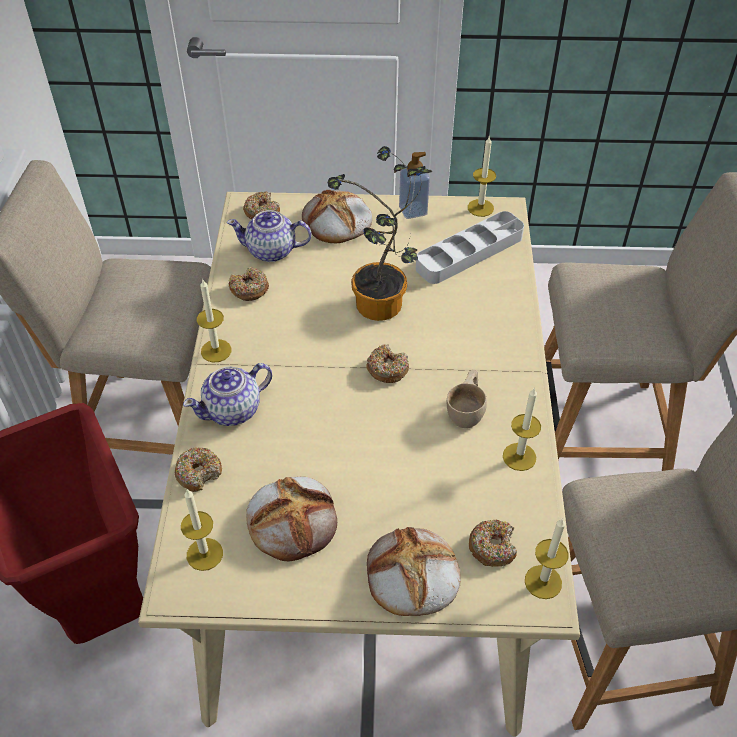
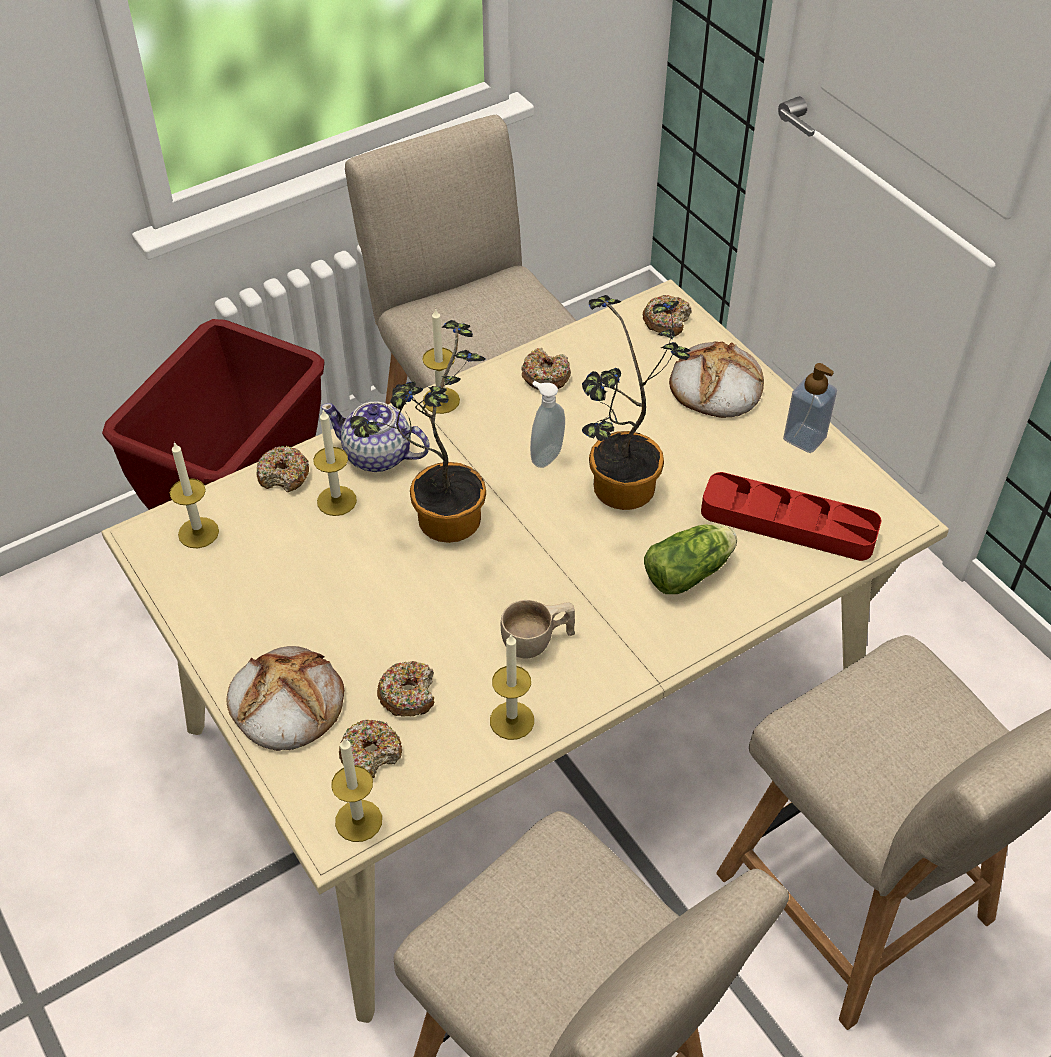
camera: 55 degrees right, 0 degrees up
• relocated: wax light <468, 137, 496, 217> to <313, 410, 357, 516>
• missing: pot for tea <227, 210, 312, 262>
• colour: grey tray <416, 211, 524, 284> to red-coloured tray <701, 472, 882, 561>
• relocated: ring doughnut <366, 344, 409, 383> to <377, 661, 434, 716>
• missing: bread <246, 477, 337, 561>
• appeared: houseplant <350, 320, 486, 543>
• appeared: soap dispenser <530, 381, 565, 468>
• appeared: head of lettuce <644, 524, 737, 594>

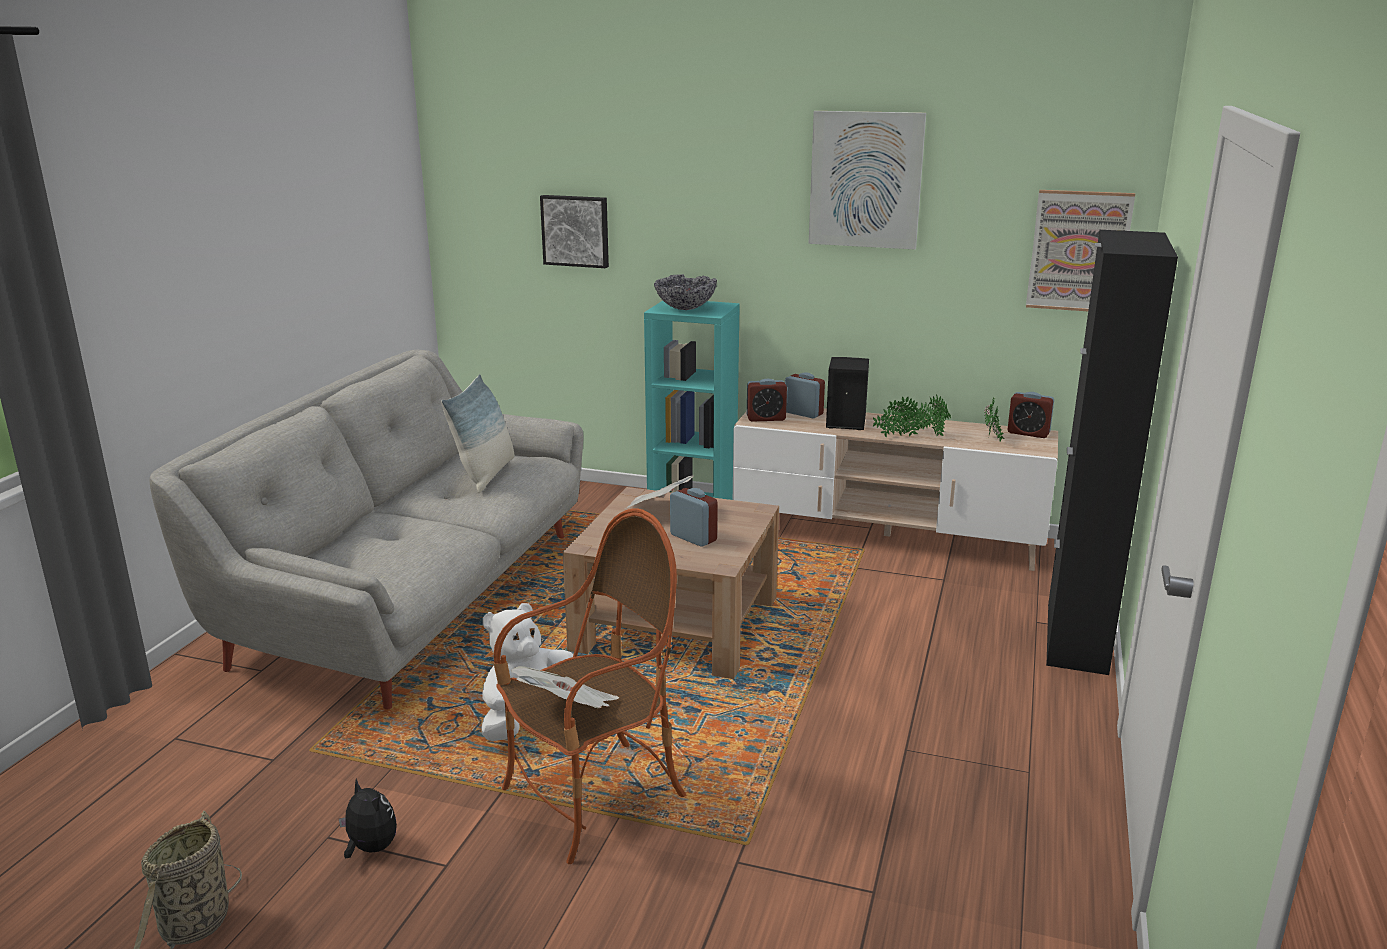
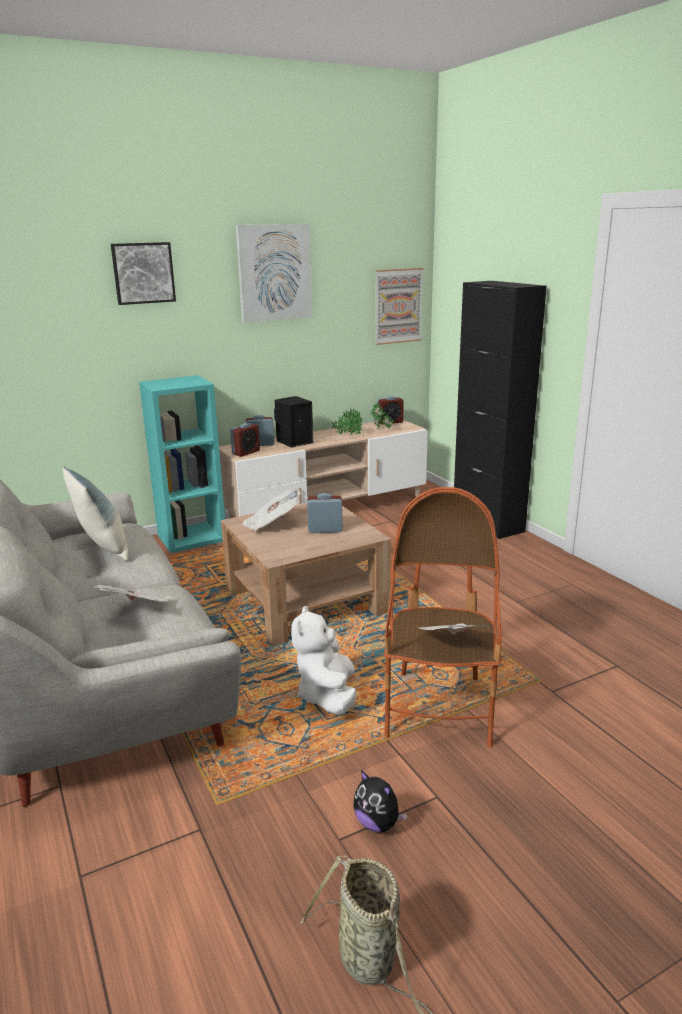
camera: 45 degrees left, 0 degrees up
• relocated: picture <540, 195, 609, 268> to <111, 242, 176, 305>
• missing: deep dish <654, 274, 717, 310>
• missing: houseplant <873, 397, 922, 438>
• spun: soft toy <339, 779, 397, 858> = <353, 770, 407, 833> 135 degrees counterclockwise
• appeared: newspaper <93, 585, 172, 602>

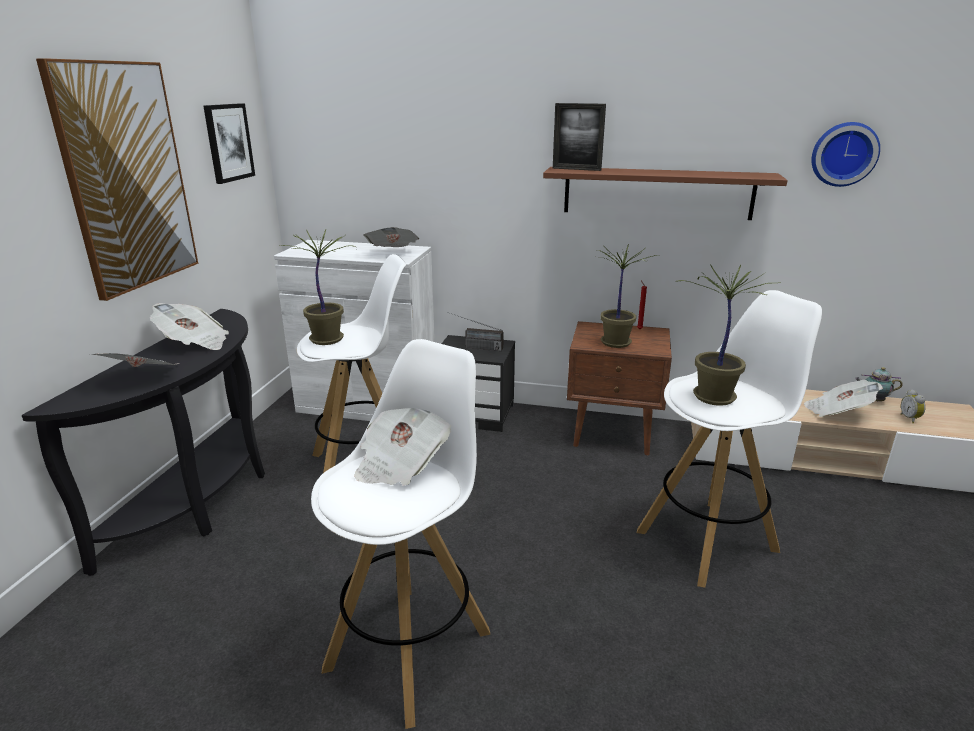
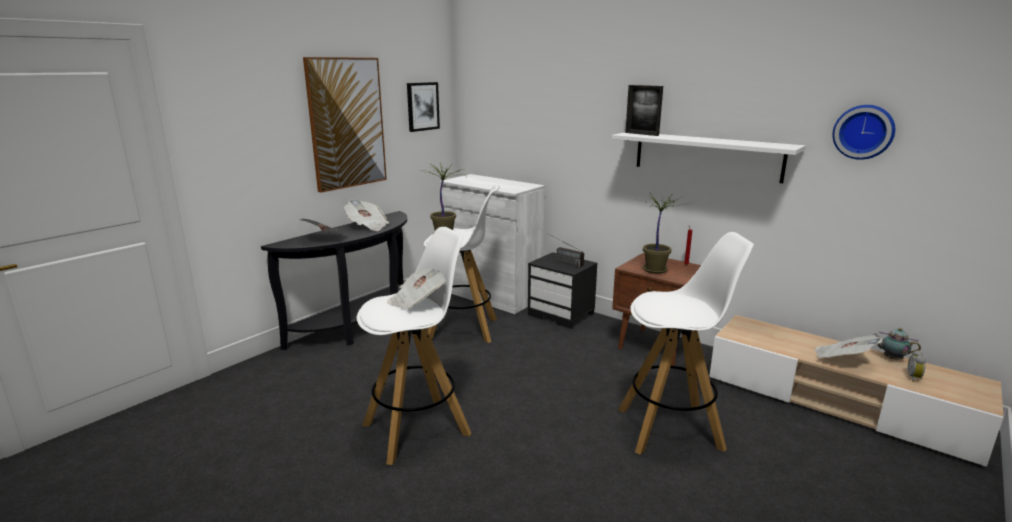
camera: 25 degrees right, 5 degrees down
• colour: brown-coloured shelf <543, 167, 788, 220> to whitish shelf <612, 132, 806, 183>
• missing: newspaper <363, 227, 419, 247>
• missing: houseplant <679, 264, 781, 406>

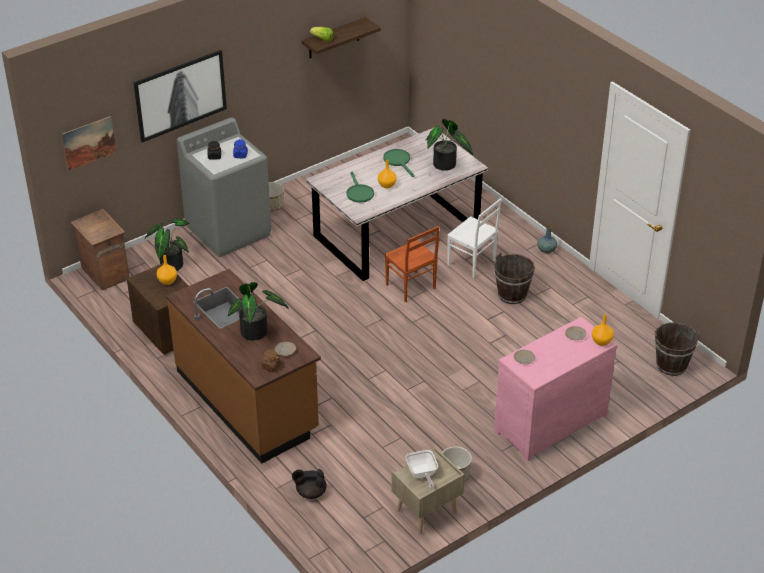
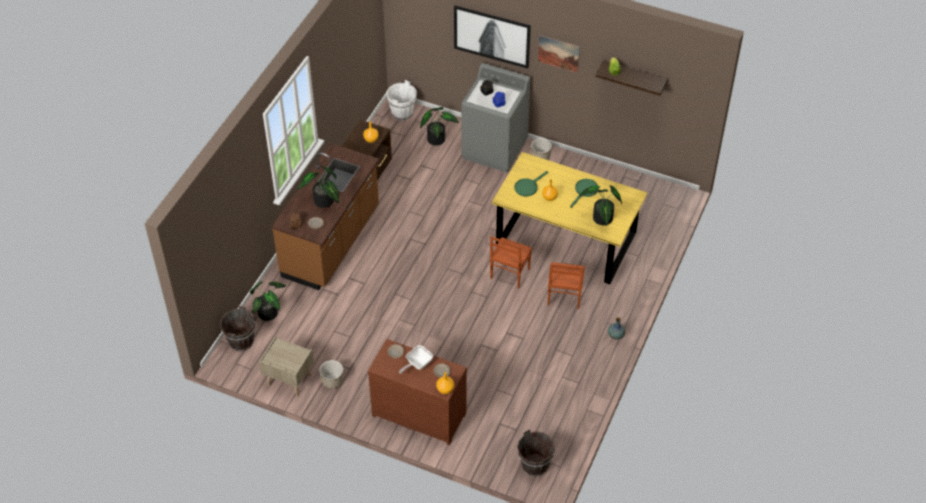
camera: 60 degrees right, 10 degrees up
• relocated: picture <62, 116, 116, 171> to <538, 35, 580, 73>
• colour: grey dining table <306, 127, 488, 281> to yellow dining table <492, 152, 647, 284>
• colour: whitish plain chair <447, 198, 501, 278> to brown-coloured plain chair <548, 262, 585, 309>
• exchanged: packing crate <71, 209, 130, 290> to whitish water bucket <386, 80, 417, 121>
• relocated: brown-coloured water bucket <494, 253, 535, 304> to <220, 306, 256, 352>
• colour: pink-coloured chest of drawers <494, 317, 617, 461> to brown-coloured chest of drawers <368, 339, 467, 445>
• relocated: pan <405, 450, 438, 489> to <399, 345, 433, 374>
• exchanged: black pot for tea <292, 469, 327, 499> to houseplant <250, 281, 286, 321>

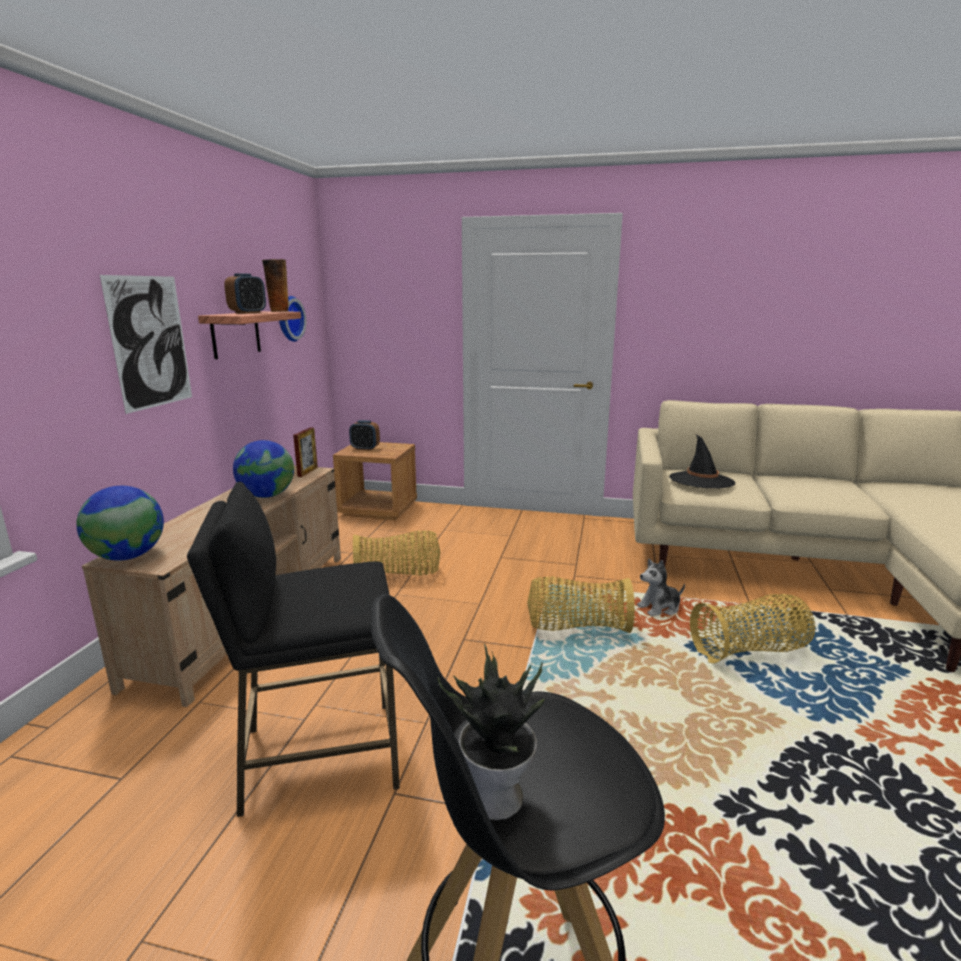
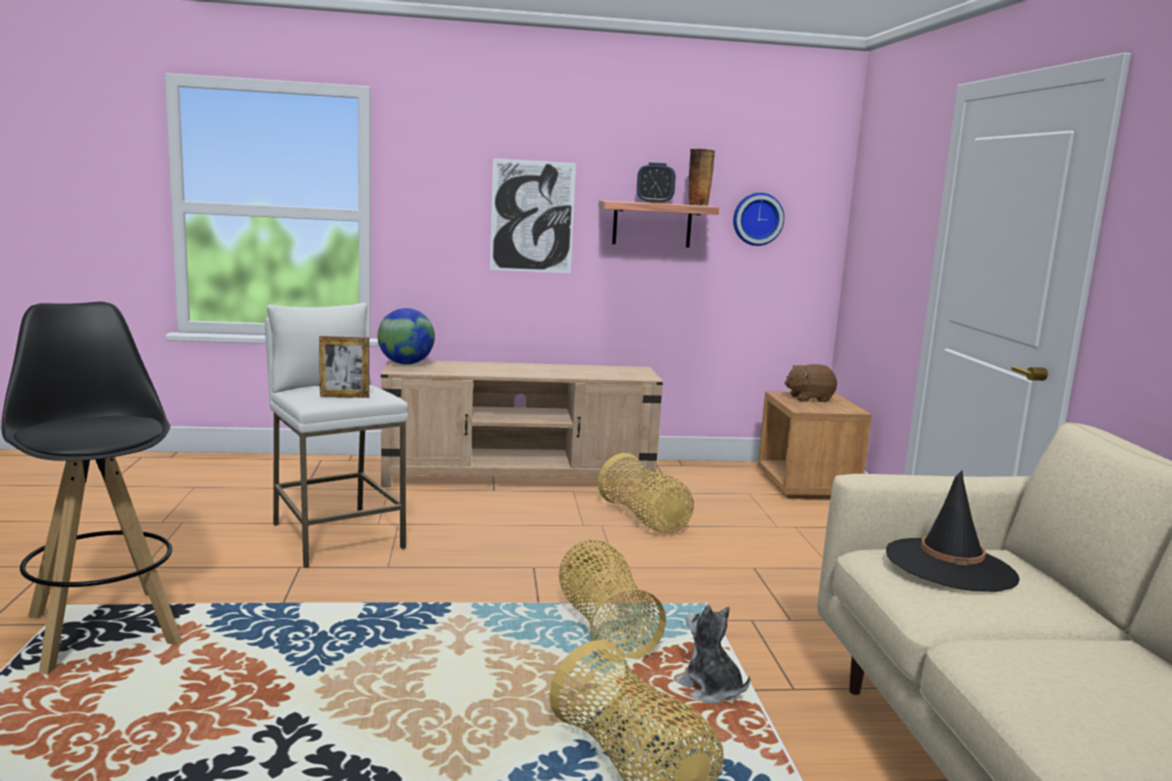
camera: 70 degrees right, 5 degrees down
• exchanged: alarm clock <349, 420, 380, 451> to brown-coloured soft toy <784, 364, 837, 402>
• relocated: picture frame <293, 427, 318, 477> to <319, 336, 369, 398>
• missing: globe <233, 440, 294, 498>
• colour: black sitting stool <187, 482, 400, 817> to whitish sitting stool <265, 303, 408, 568>
• missing: houseplant <438, 643, 545, 820>

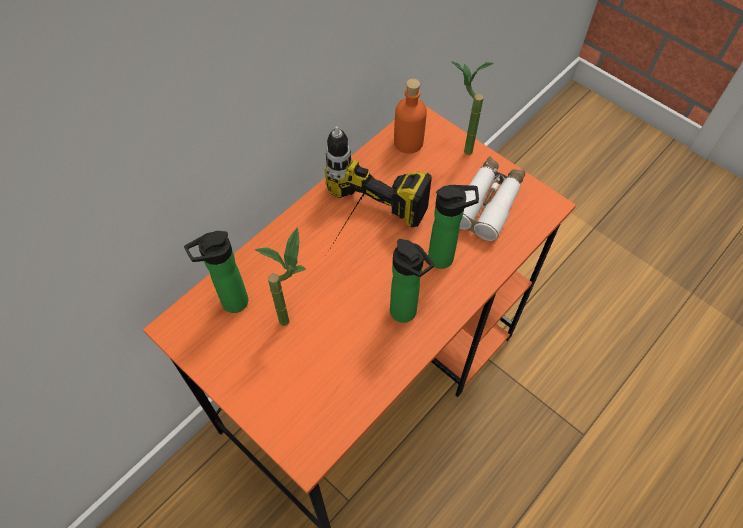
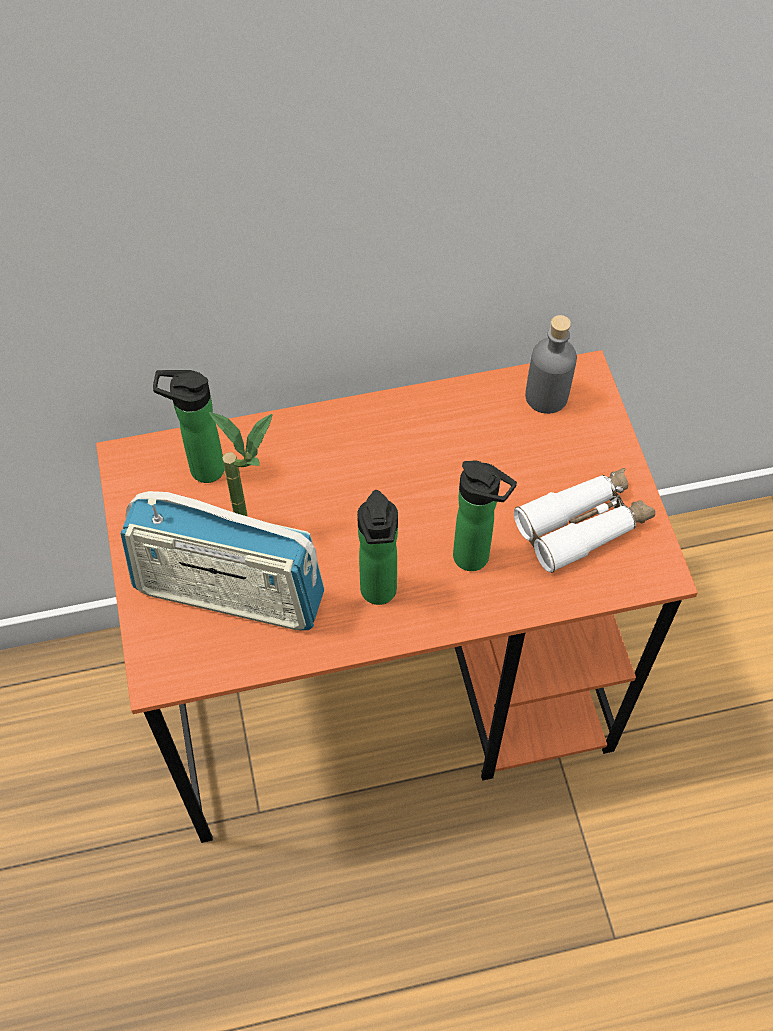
camera: 35 degrees right, 0 degrees up
• missing: houseplant <451, 61, 494, 155>
• colour: orange drink bottle <394, 79, 427, 154> to grey drink bottle <525, 315, 577, 414>
• missing: power drill <324, 126, 432, 250>
• appeared: radio set <121, 491, 324, 630>

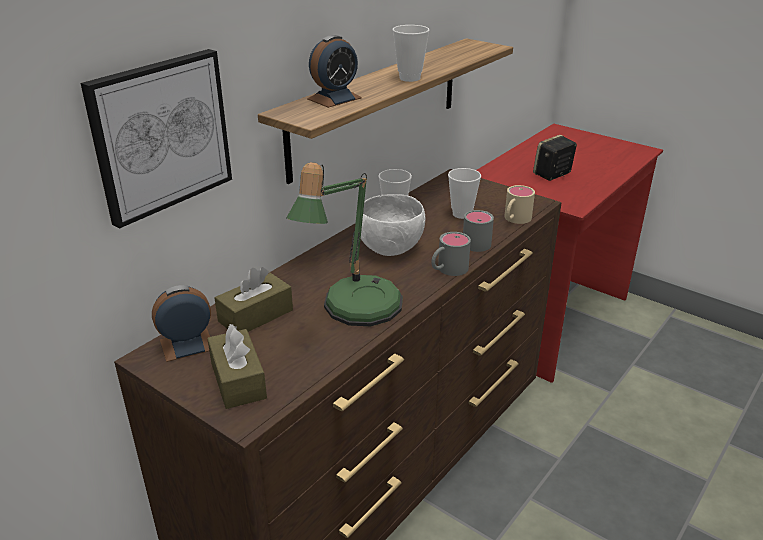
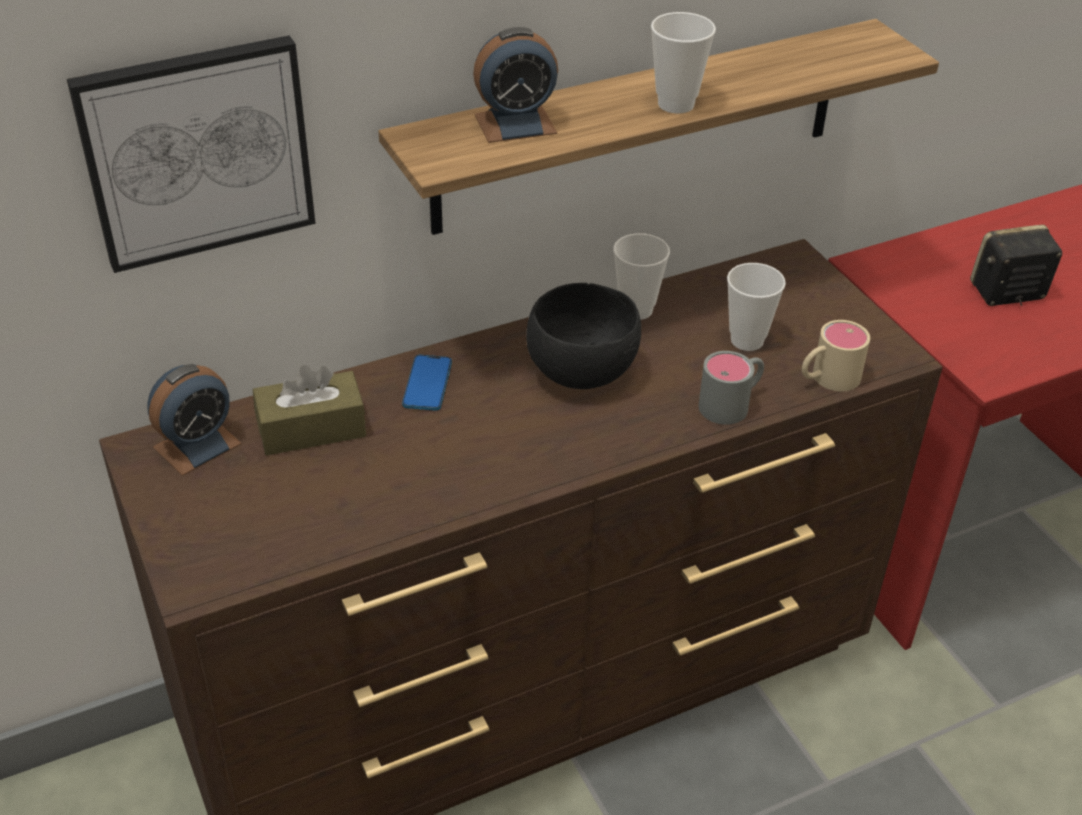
camera: 25 degrees right, 10 degrees up
• missing: tabletop lamp <286, 162, 403, 326>
• colour: whitish deep dish <361, 194, 425, 256> to black deep dish <526, 283, 641, 389>
• missing: grey mug <431, 232, 471, 276>
• spun: alarm clock <152, 285, 211, 362> = <147, 364, 242, 476> 135 degrees clockwise
• missing: brown-coloured box of tissues <207, 324, 267, 409>
• appeared: telephone <402, 355, 452, 411>

